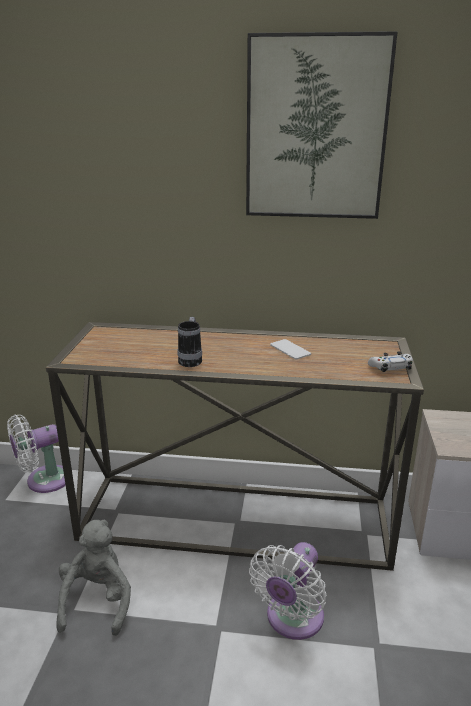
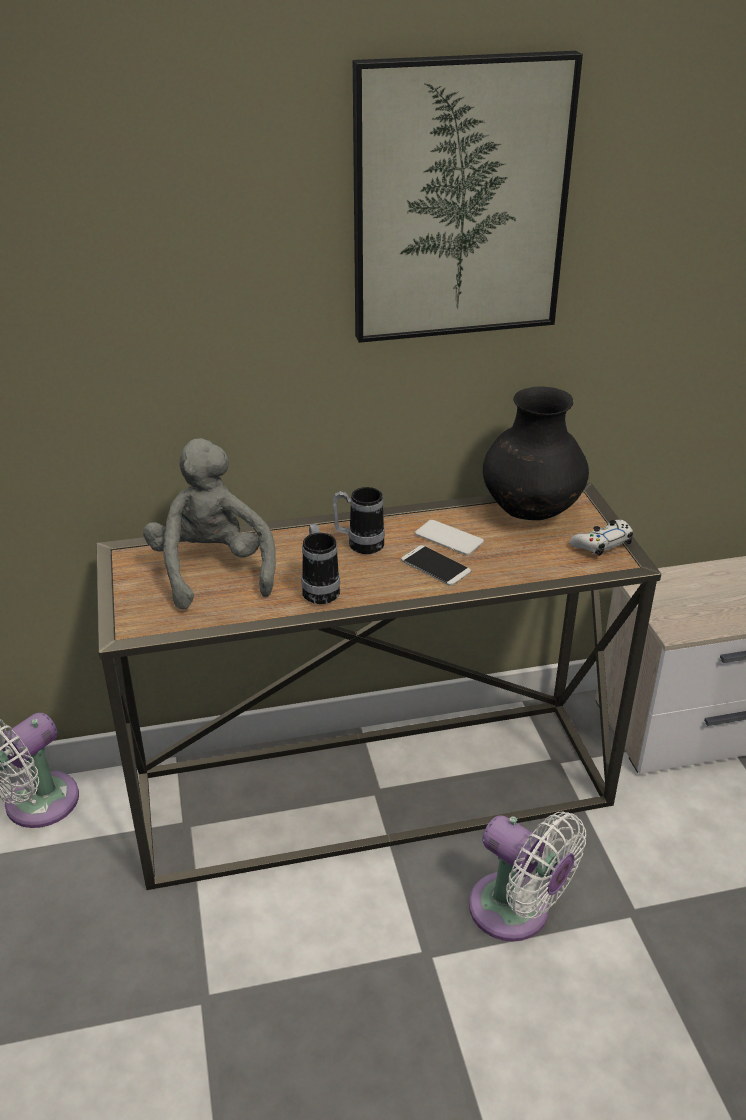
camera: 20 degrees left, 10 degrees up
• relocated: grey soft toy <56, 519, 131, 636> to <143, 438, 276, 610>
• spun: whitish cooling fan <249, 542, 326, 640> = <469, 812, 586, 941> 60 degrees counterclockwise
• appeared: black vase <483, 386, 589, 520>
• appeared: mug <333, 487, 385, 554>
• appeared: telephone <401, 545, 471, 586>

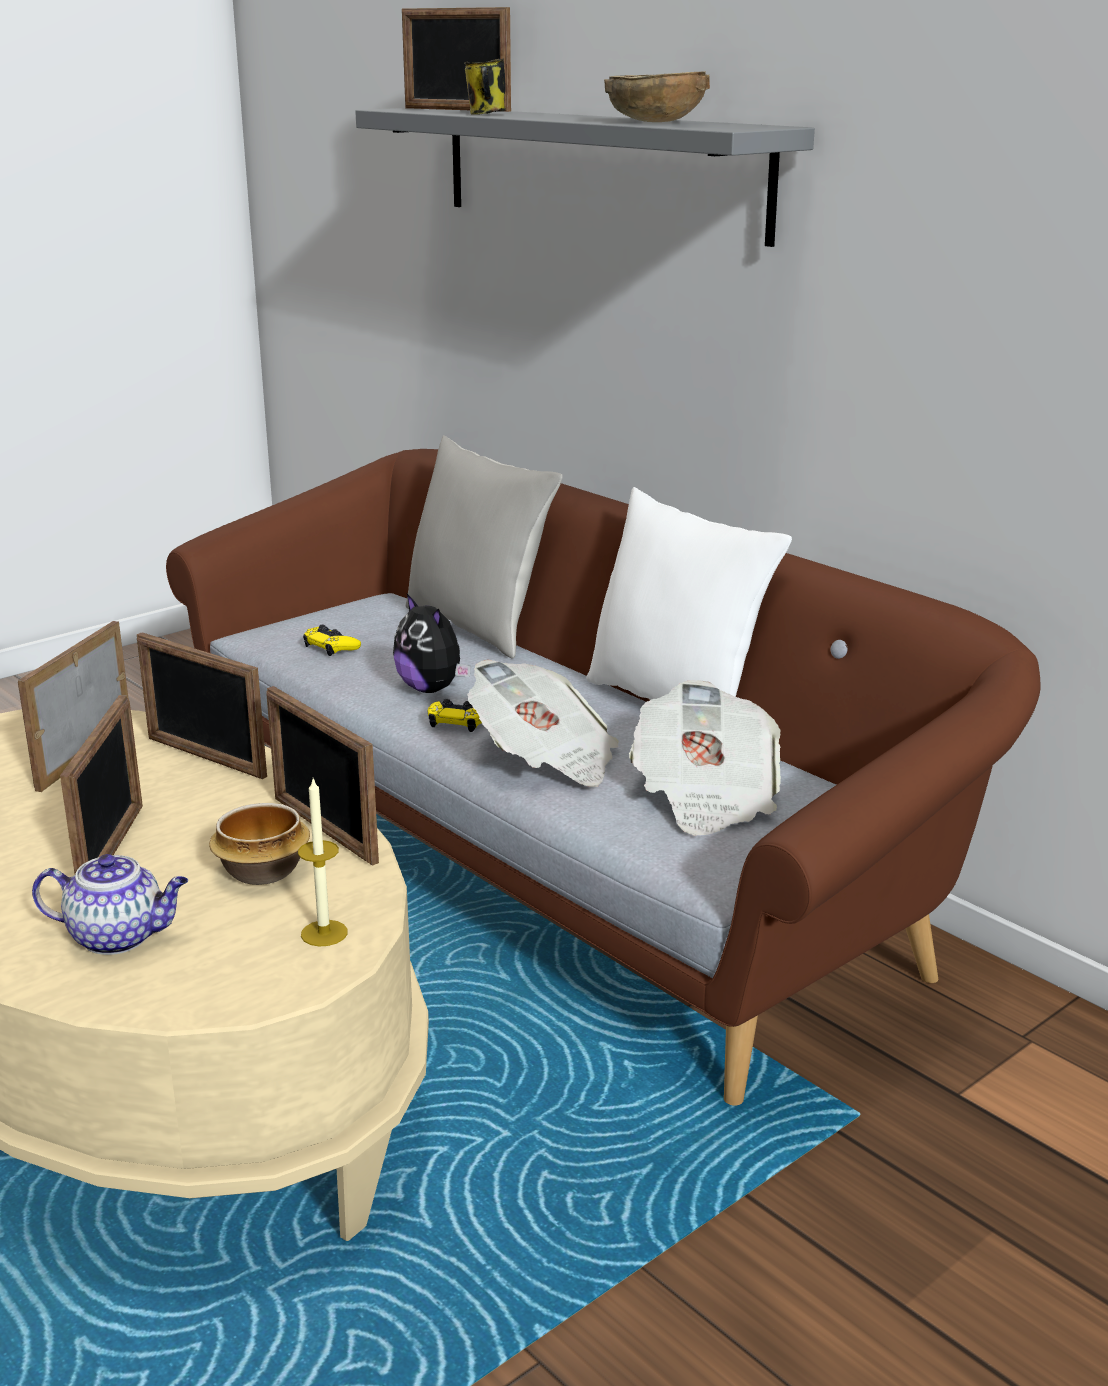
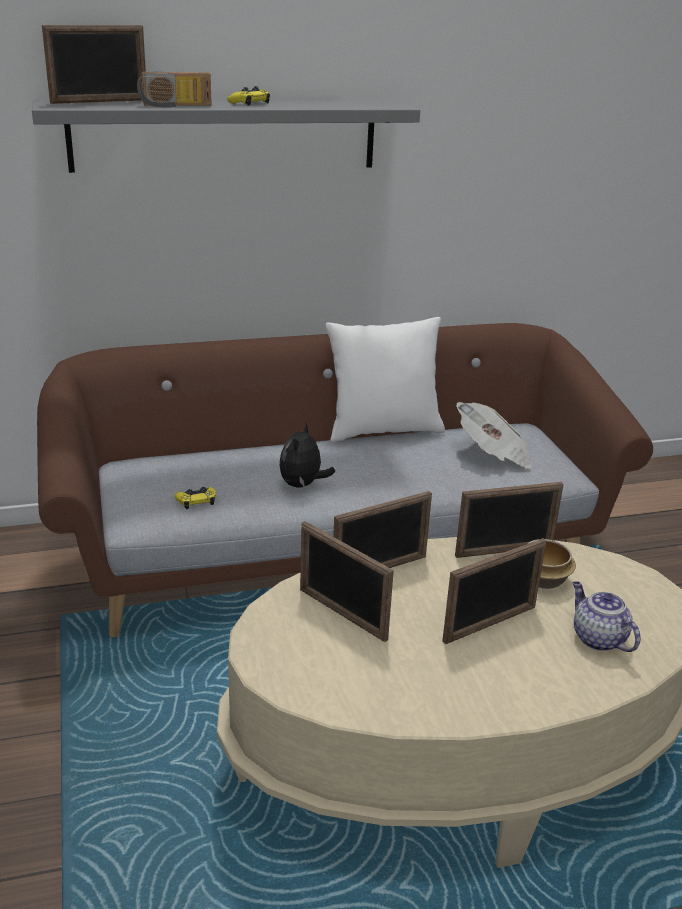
camera: 65 degrees left, 5 degrees up
• exchanged: mug <464, 59, 506, 115> to radio set <137, 72, 212, 107>
• missing: brown-coloured deep dish <604, 71, 710, 122>
• missing: grey throw pillow <405, 435, 563, 659>
• spun: soft toy <393, 594, 471, 693> = <279, 422, 335, 488> 120 degrees clockwise
• missing: newspaper <467, 659, 619, 787>
• spun: picture frame <60, 695, 143, 874> = <442, 538, 546, 644> 120 degrees clockwise
• relocated: yellow game controller <428, 699, 482, 732> to <227, 86, 270, 106>
• missing: wax light <298, 779, 348, 946>
• spun: pot for tea <32, 854, 188, 955> = <573, 581, 641, 652> 60 degrees counterclockwise

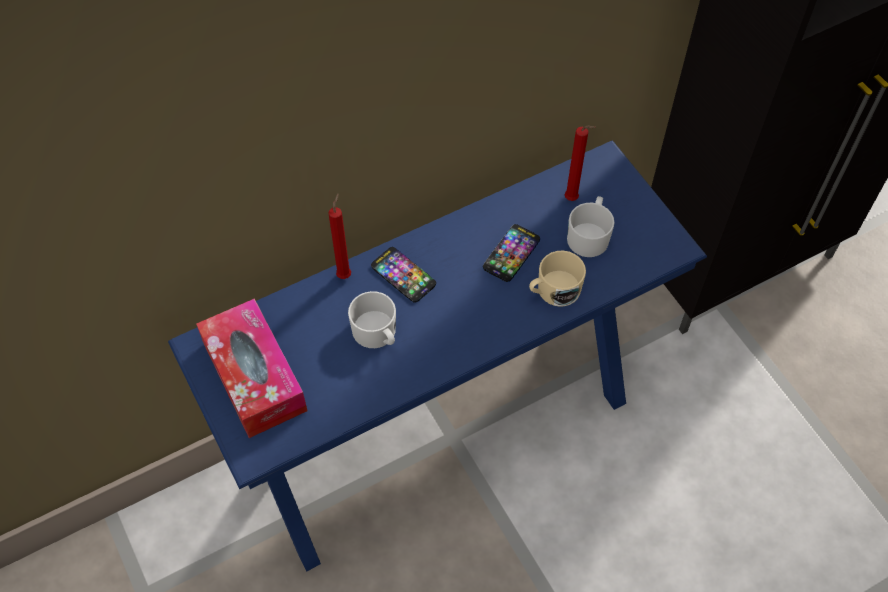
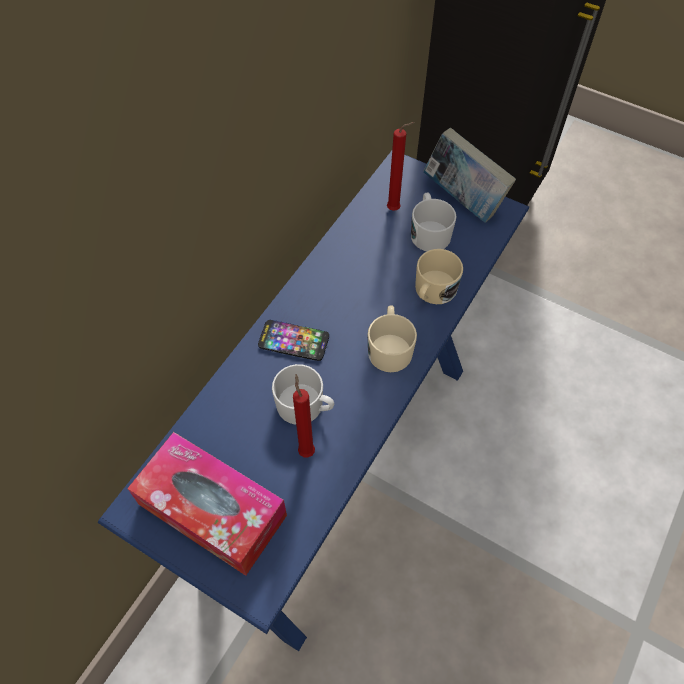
camera: 30 degrees left, 0 degrees up
• relocated: red-coloured wax light <328, 194, 351, 279> to <293, 374, 315, 458>
• missing: telephone <483, 224, 540, 282>
• appeared: book <423, 128, 516, 223>
• appeared: beige mug <368, 305, 417, 372>

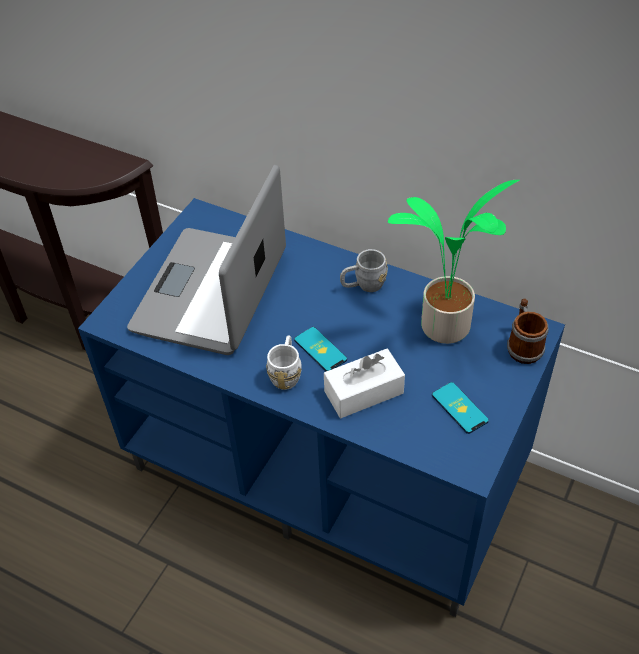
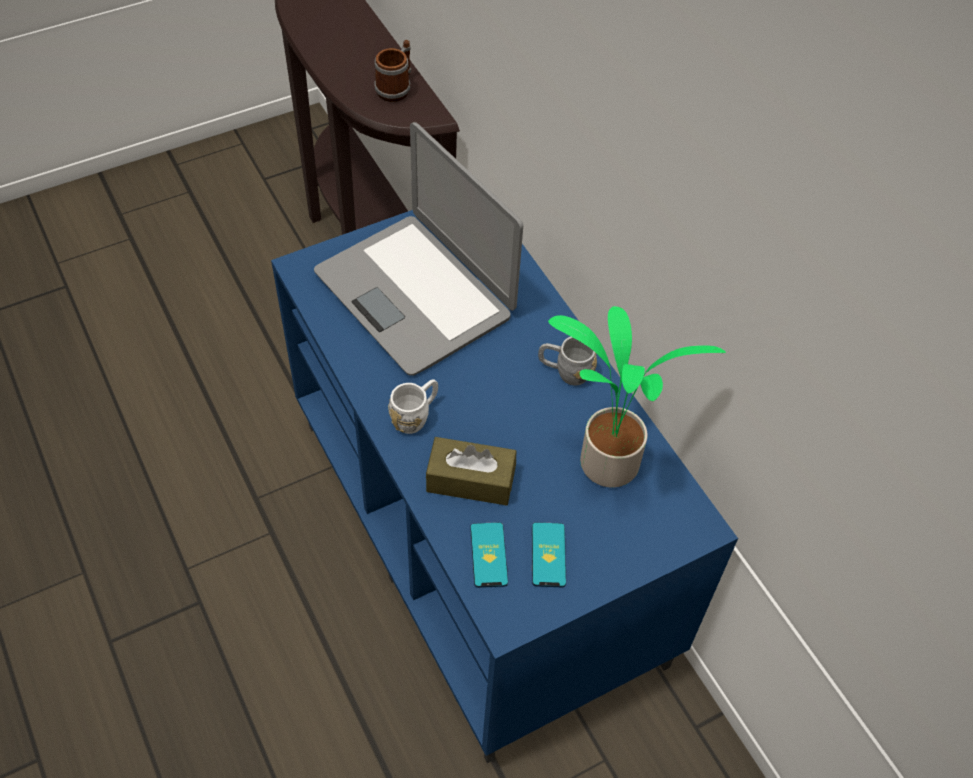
camera: 30 degrees right, 5 degrees up
• spun: laptop <127, 165, 286, 355> = <314, 122, 523, 376> 90 degrees counterclockwise
• relocated: mug <507, 298, 548, 364> to <374, 40, 411, 102>
• relocated: telephone <294, 327, 347, 371> to <470, 522, 508, 588>
• colour: whitish box of tissues <324, 349, 405, 418> to brown-coloured box of tissues <426, 437, 516, 505>

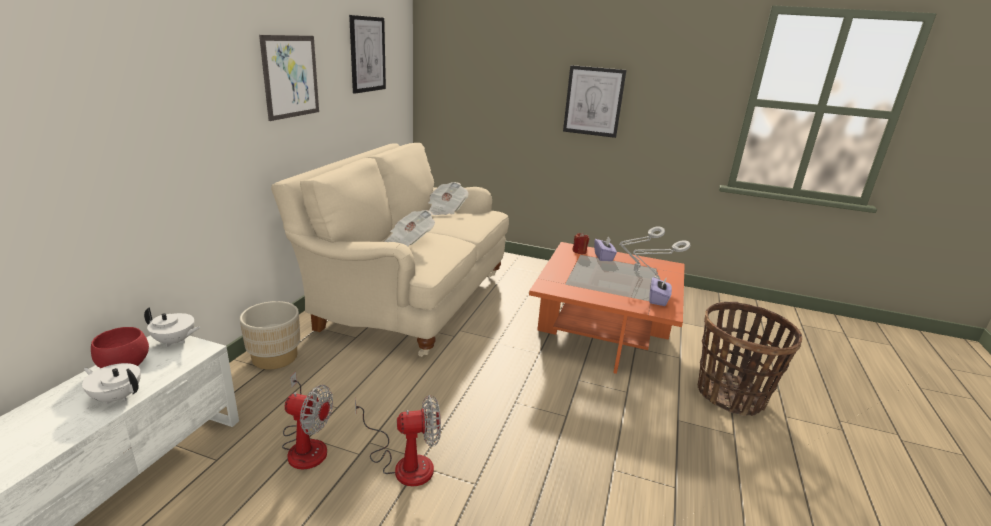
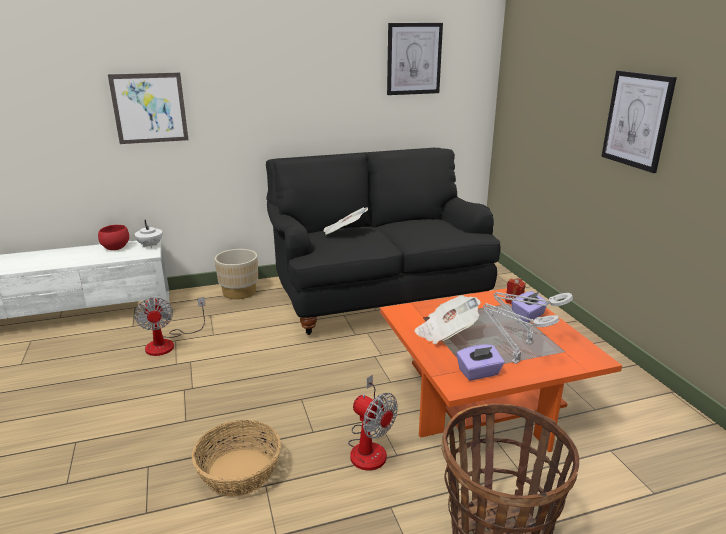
camera: 55 degrees right, 0 degrees up
• relocated: picture <259, 35, 319, 121> to <108, 73, 189, 144>
• colour: beige couch <271, 143, 509, 357> to black couch <266, 148, 501, 335>
• relocated: newspaper <428, 182, 469, 215> to <415, 295, 481, 344>
• missing: whitish pot for tea <82, 363, 141, 404>
• relocated: cooling fan <355, 395, 441, 487> to <348, 375, 398, 471>
• appeared: household basket <192, 420, 281, 496>

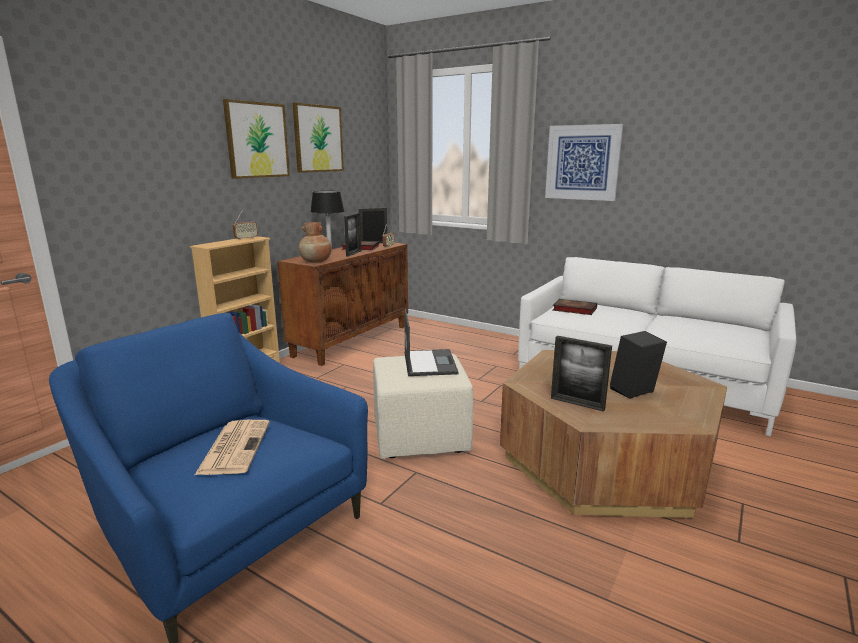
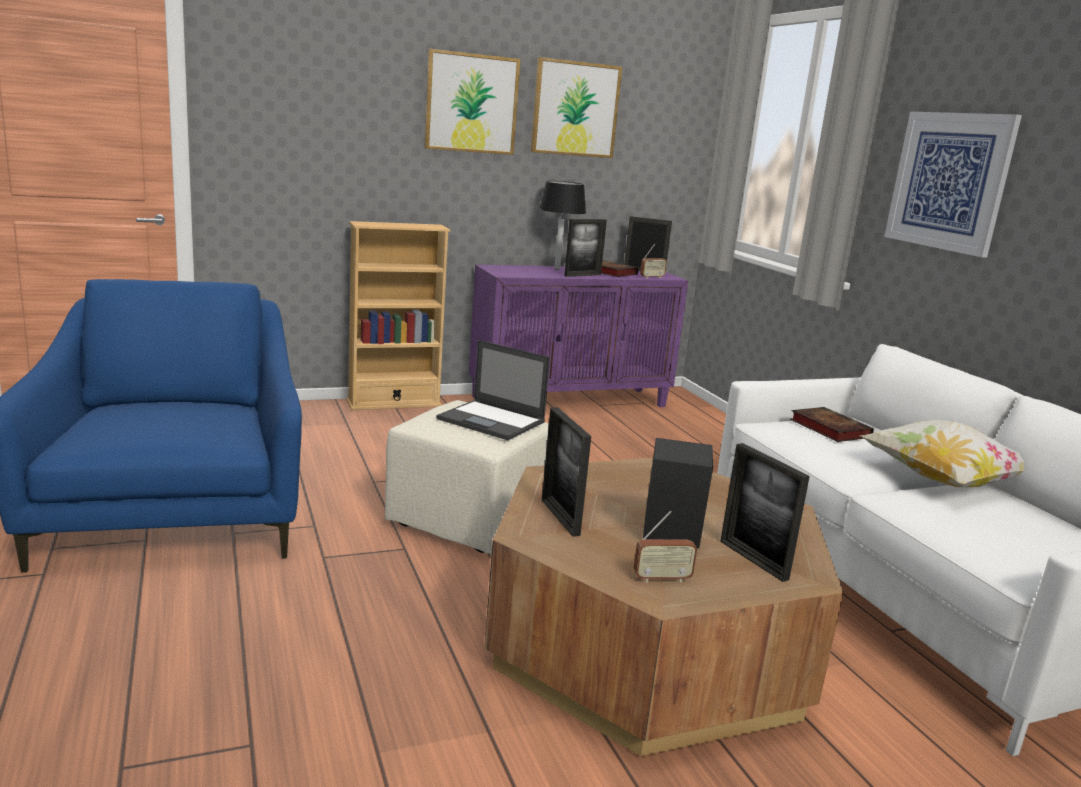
camera: 35 degrees right, 0 degrees up
• relocated: radio set <233, 210, 258, 240> to <634, 510, 698, 583>
• missing: brown-coloured vase <298, 222, 332, 263>
• colour: brown-coloured cupboard <277, 243, 408, 366> to purple cupboard <469, 264, 688, 407>
• spun: laptop <404, 308, 459, 376> = <436, 340, 550, 440> 90 degrees clockwise
• missing: newspaper <195, 420, 270, 475>
• appeared: throw pillow <859, 420, 1024, 487>
• appeared: picture frame <720, 443, 810, 582>

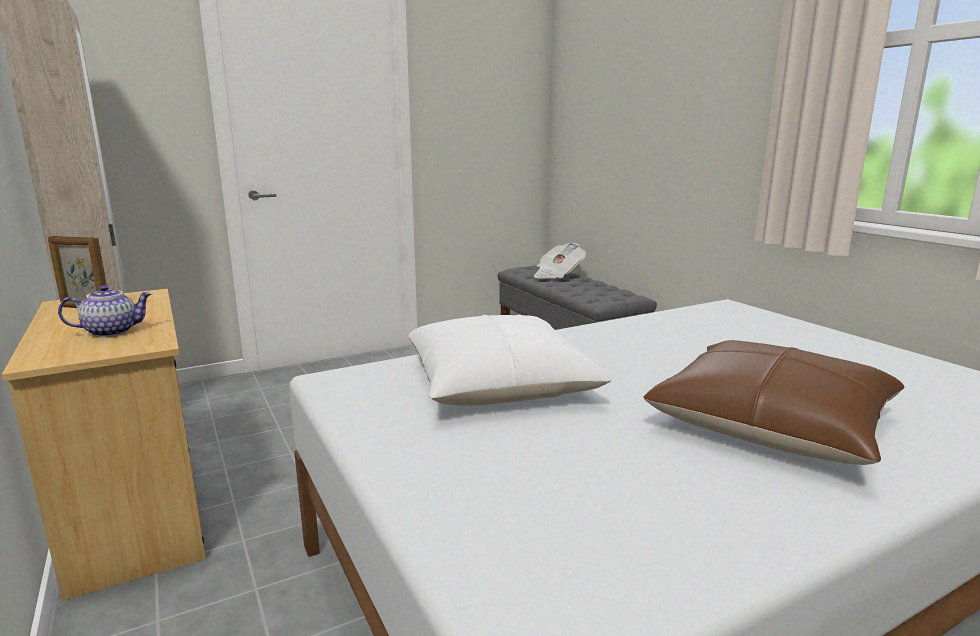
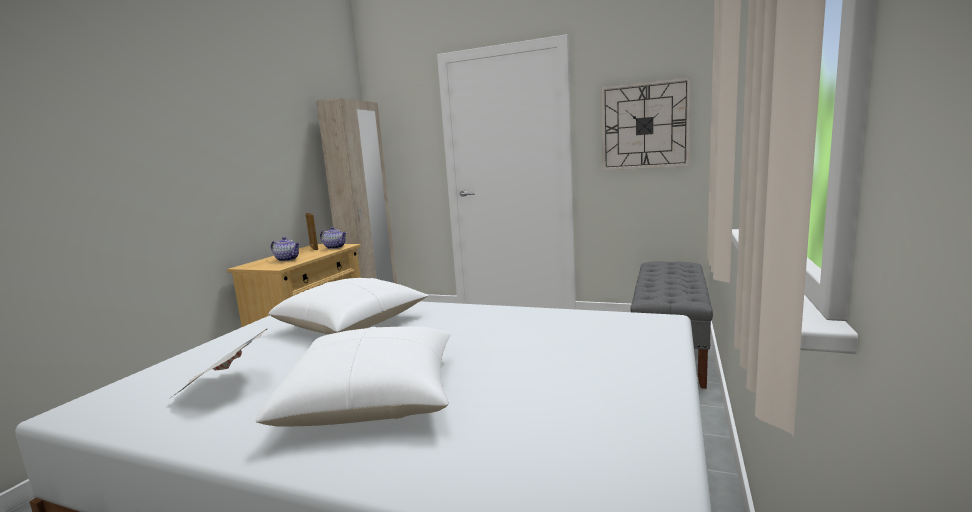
camera: 50 degrees right, 5 degrees down
• relocated: newspaper <534, 243, 586, 279> to <170, 329, 267, 398>
• colour: brown-coloured throw pillow <643, 340, 905, 465> to whitish throw pillow <255, 326, 451, 426>
• appeared: clock on the wall <601, 77, 691, 171>
• appeared: pot for tea <320, 227, 347, 249>

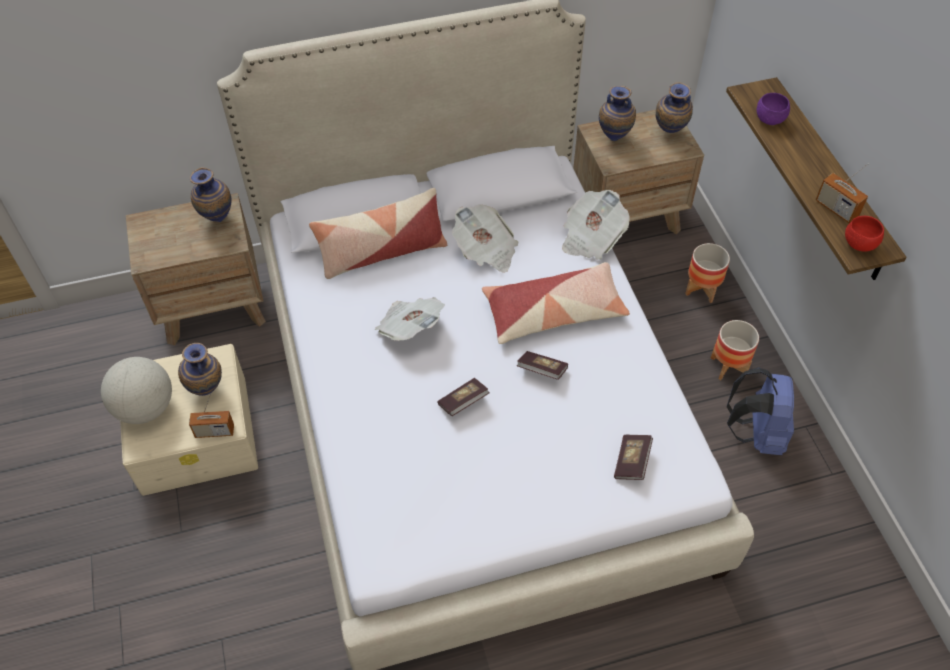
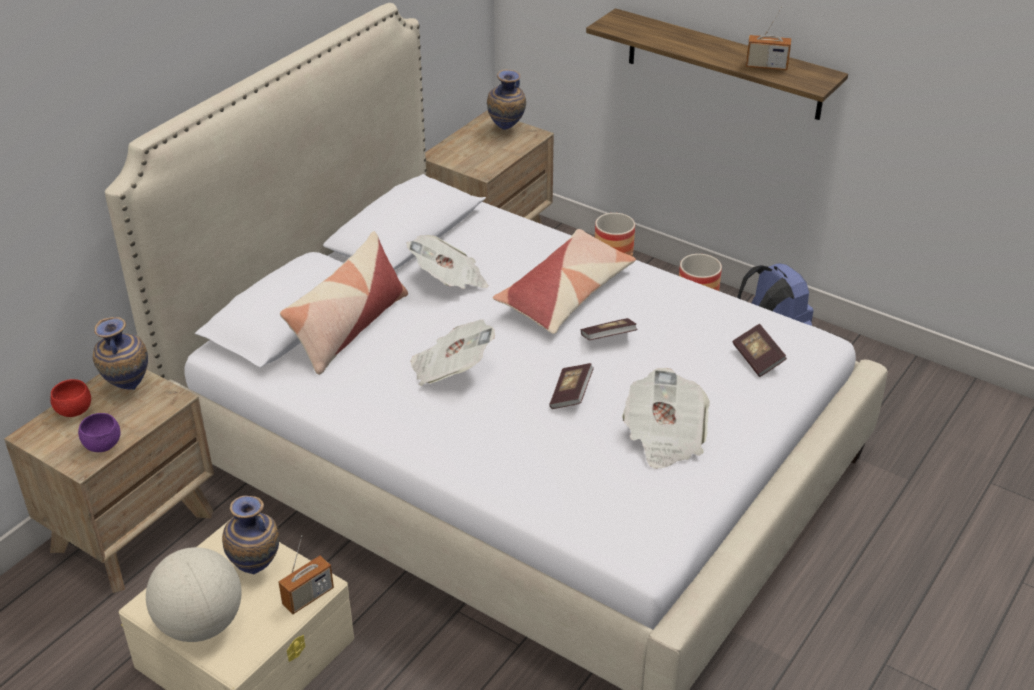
camera: 40 degrees left, 15 degrees down
• missing: vase <599, 86, 636, 141>
• relocated: purple deep dish <757, 93, 790, 125> to <78, 413, 120, 452>
• relocated: newspaper <562, 190, 630, 260> to <622, 368, 710, 469>
• relocated: red-coloured deep dish <845, 216, 884, 251> to <50, 379, 91, 417>

